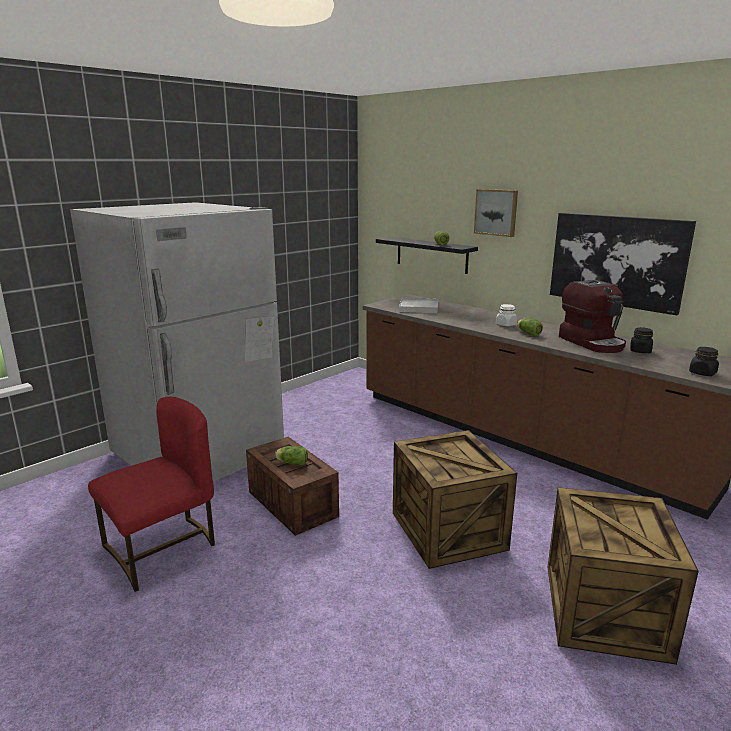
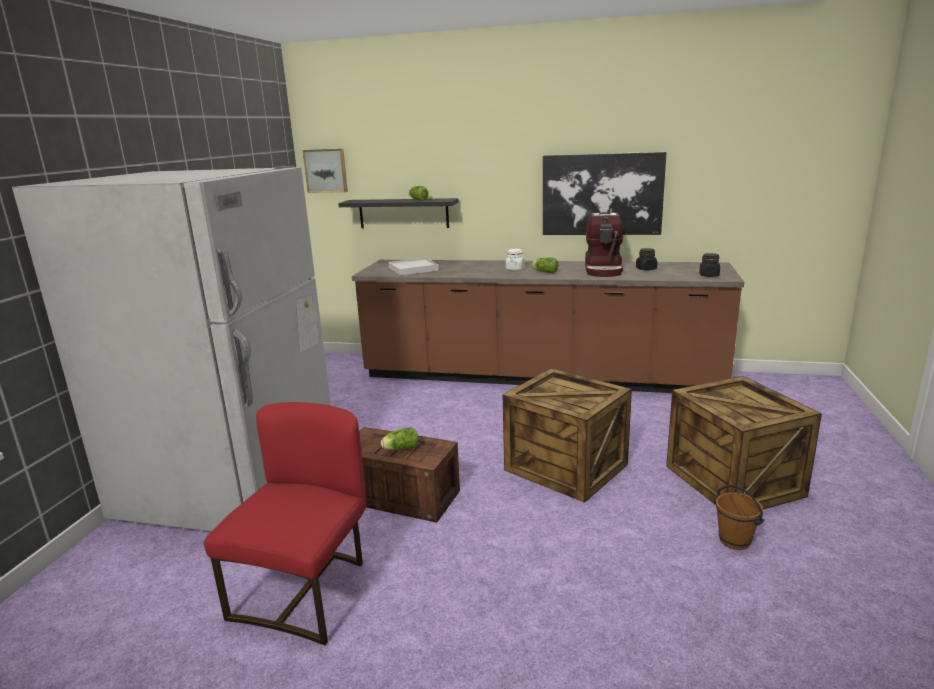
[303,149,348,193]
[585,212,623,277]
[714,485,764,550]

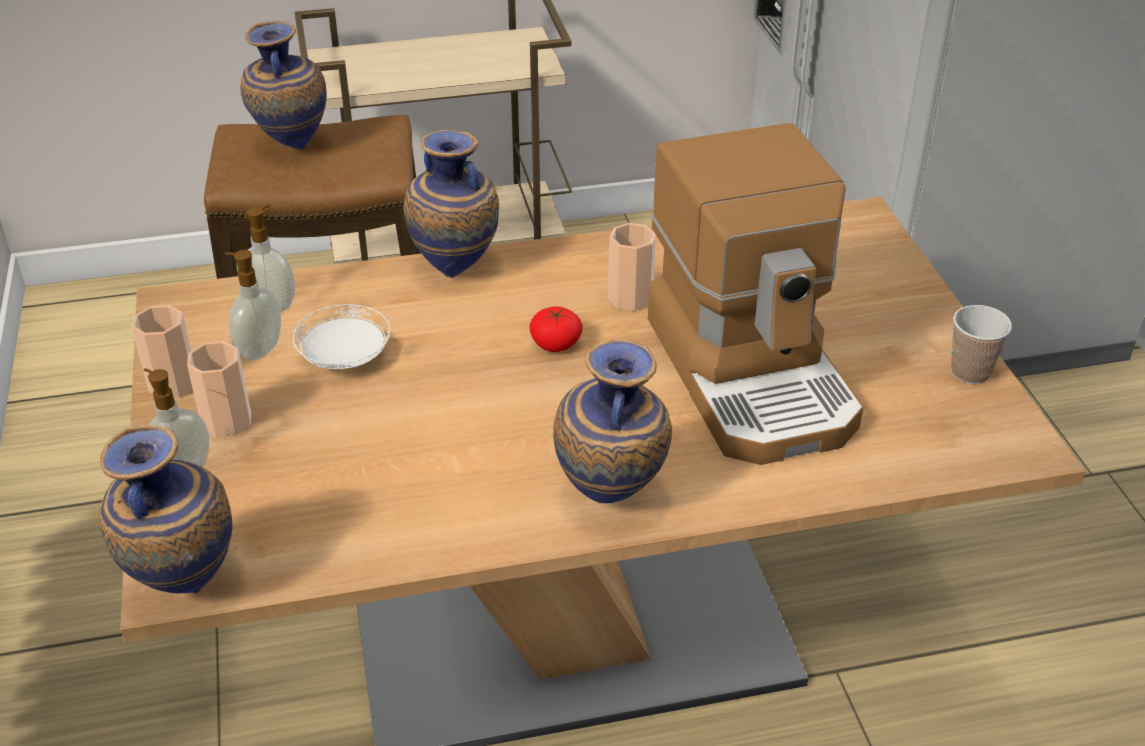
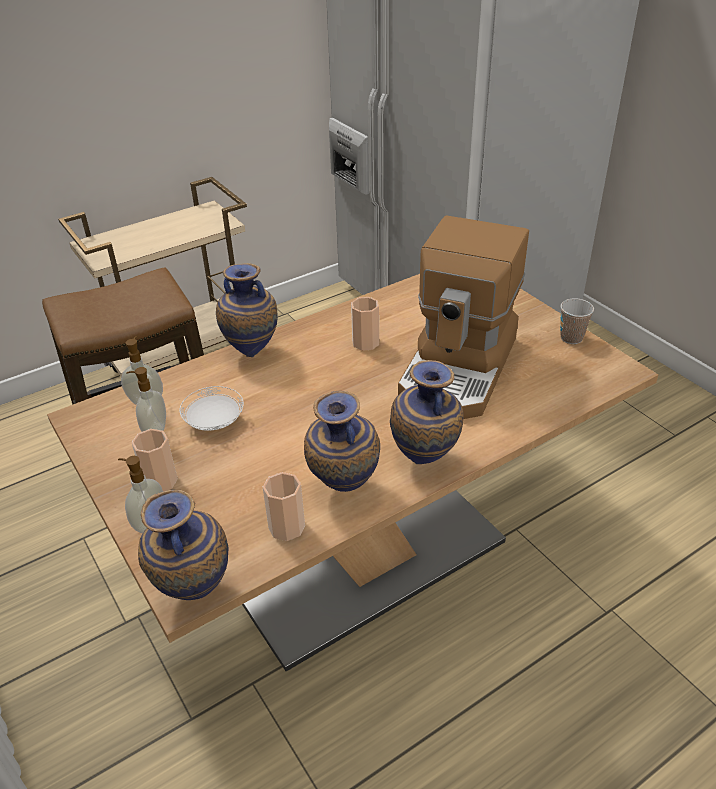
[304,390,380,492]
[398,216,529,419]
[263,472,305,541]
[530,306,583,352] (first image)

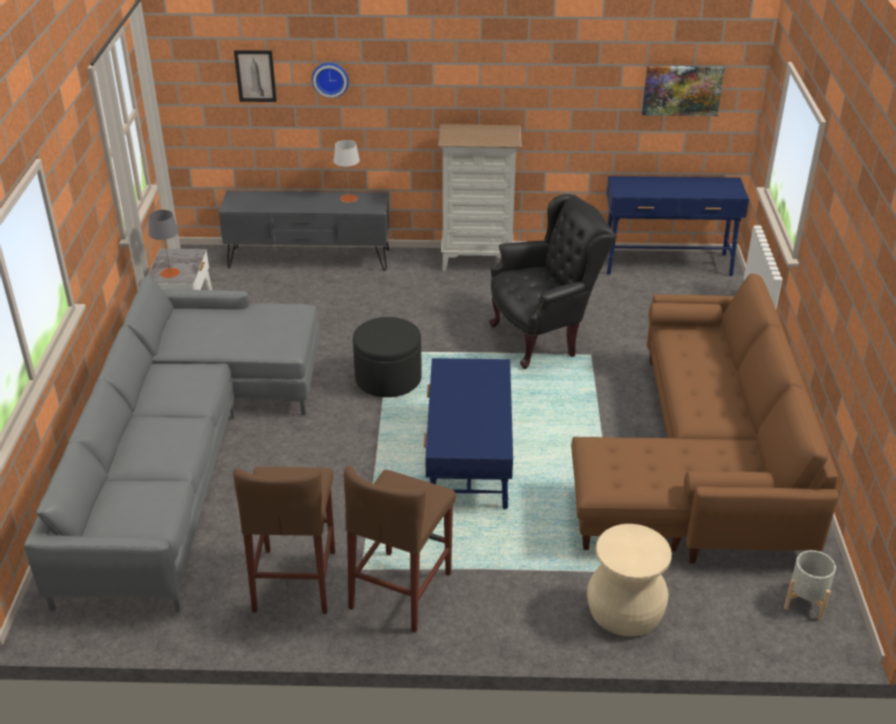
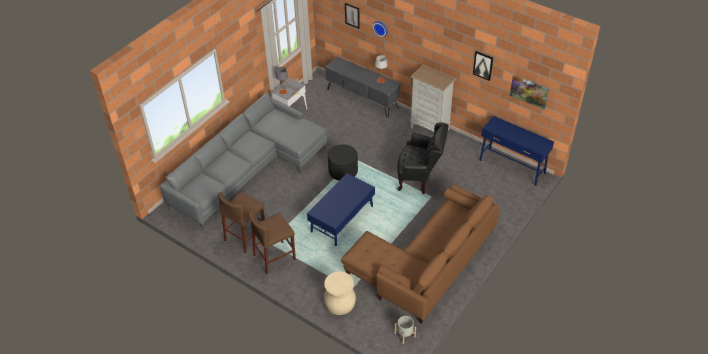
[473,51,493,81]

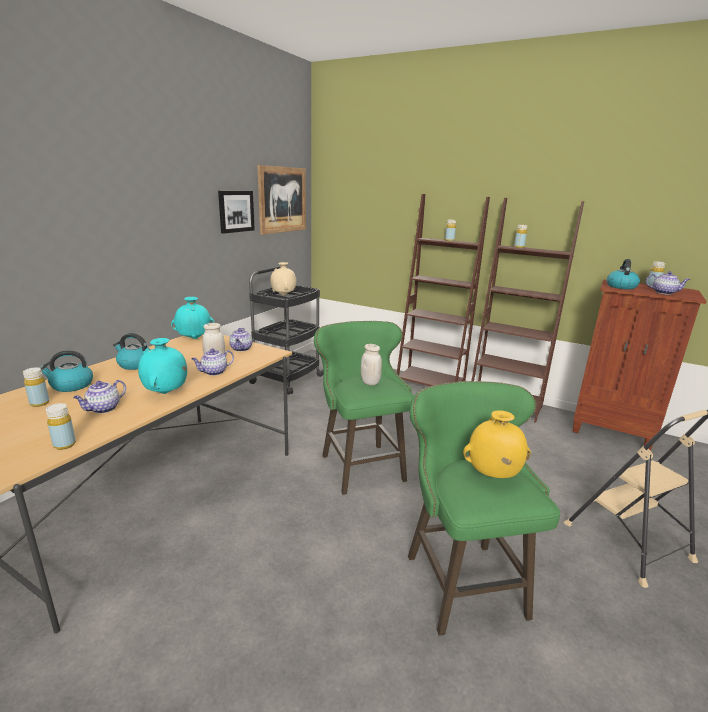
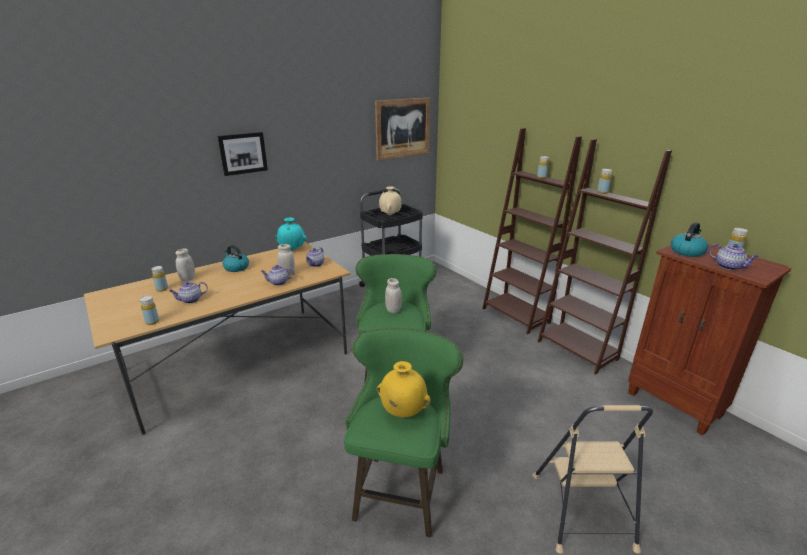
[217,132,268,176]
[138,338,187,394] (first image)
[175,249,195,281]

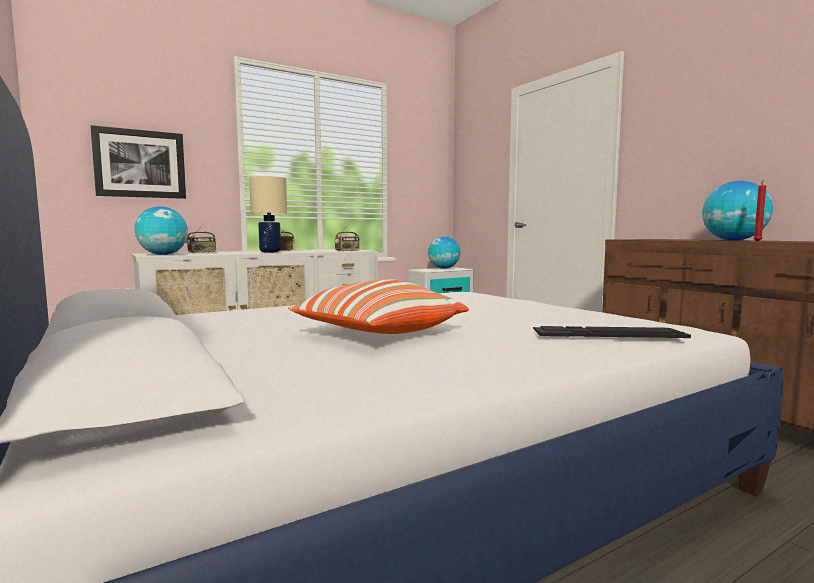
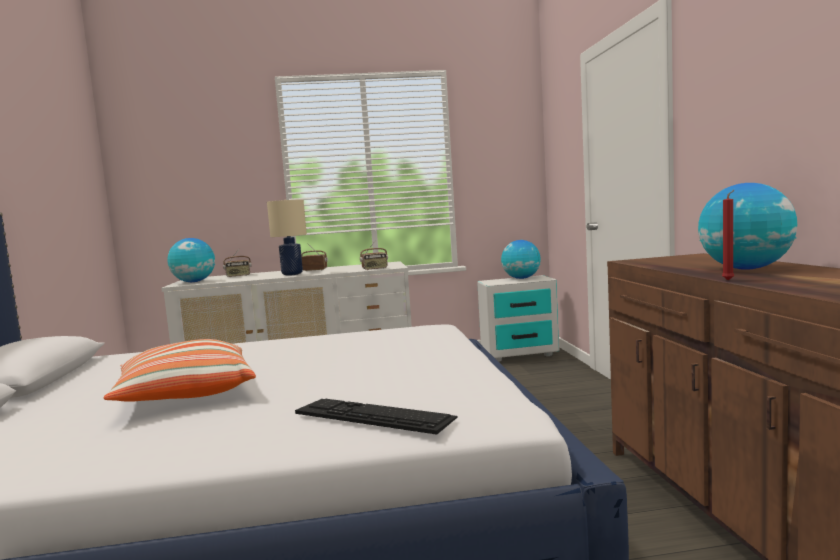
[91,125,186,199] (first image)

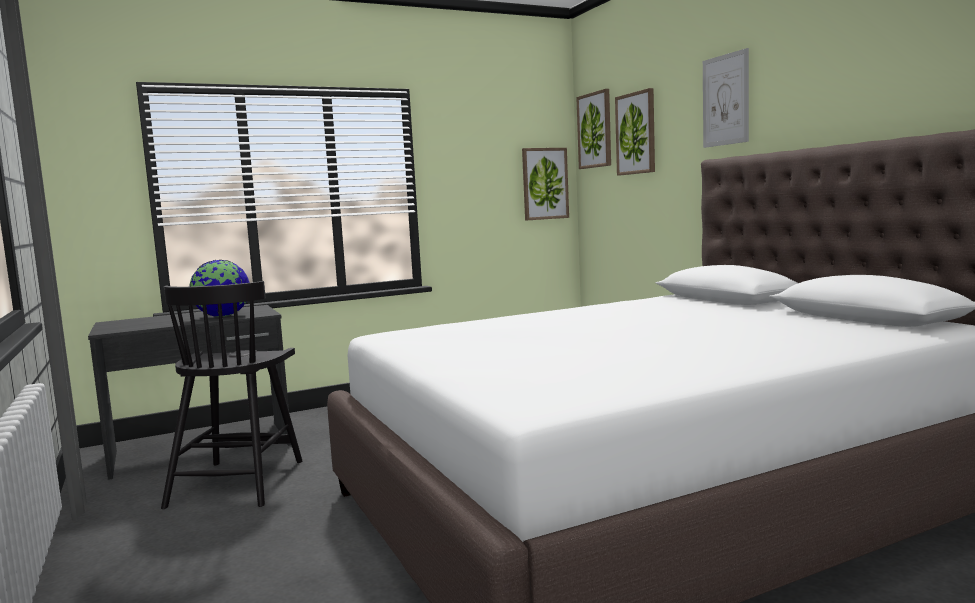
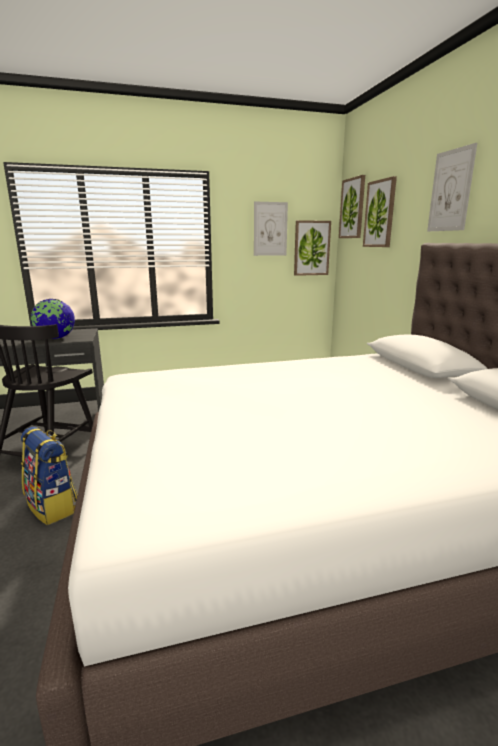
[254,201,288,256]
[21,427,78,525]

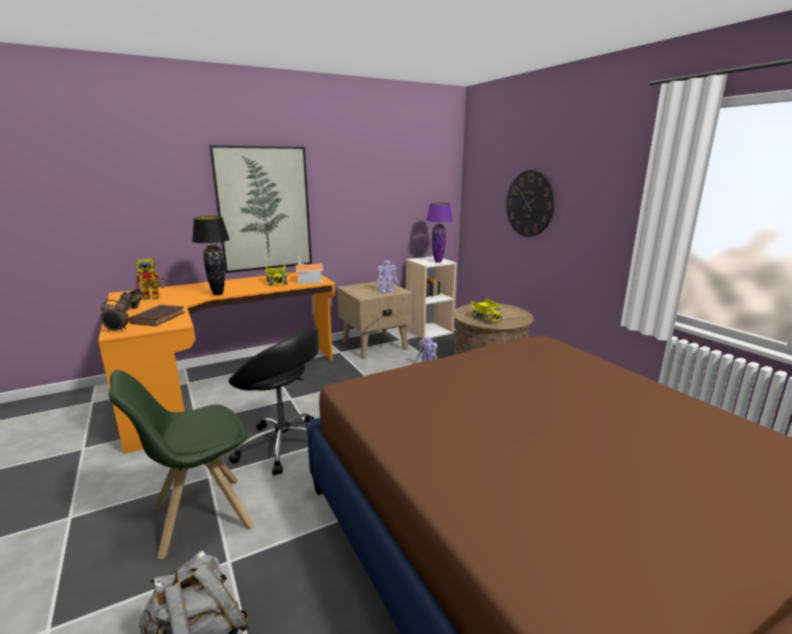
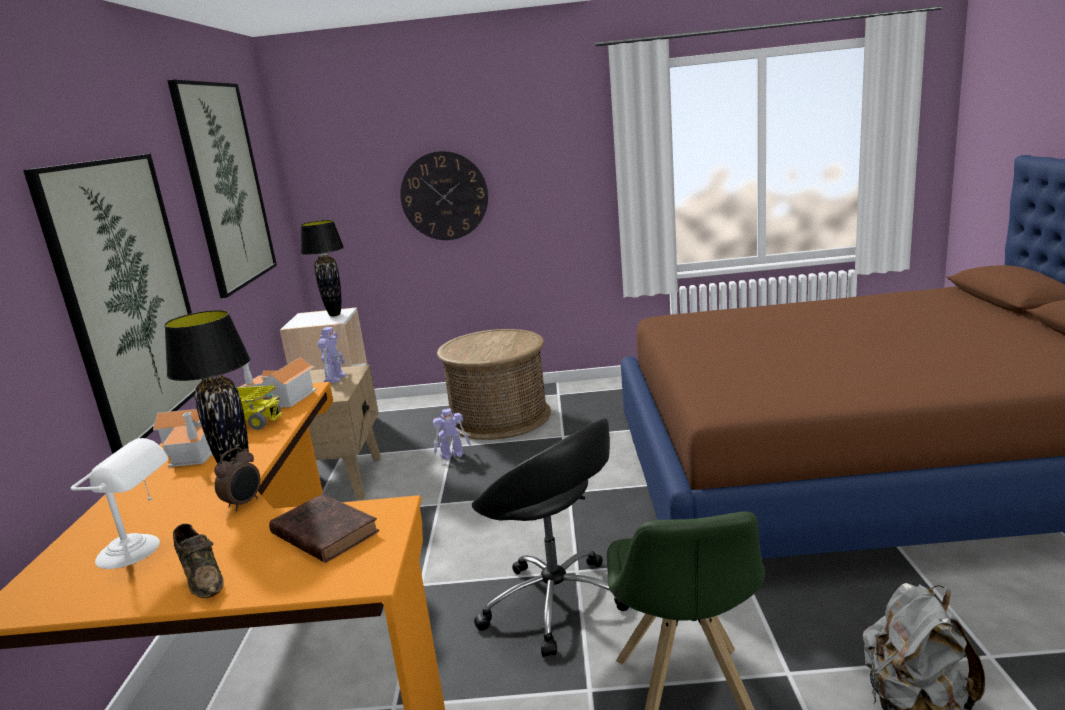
[300,220,344,316]
[71,438,169,569]
[470,299,503,323] (first image)
[214,447,260,511]
[472,418,629,657]
[167,79,277,298]
[153,409,212,467]

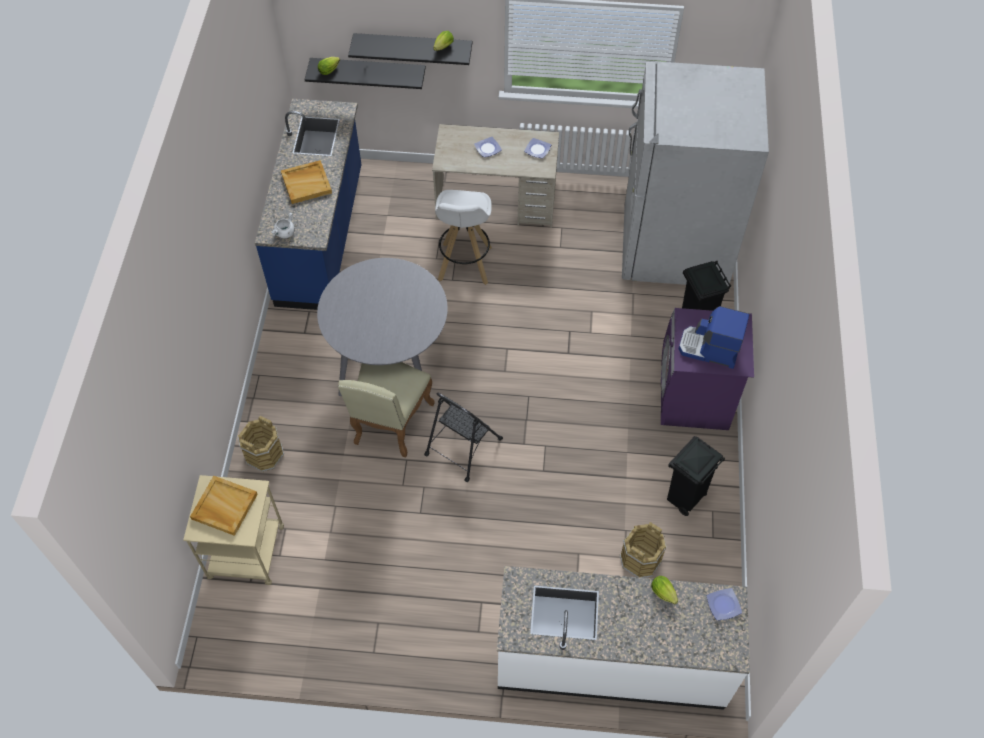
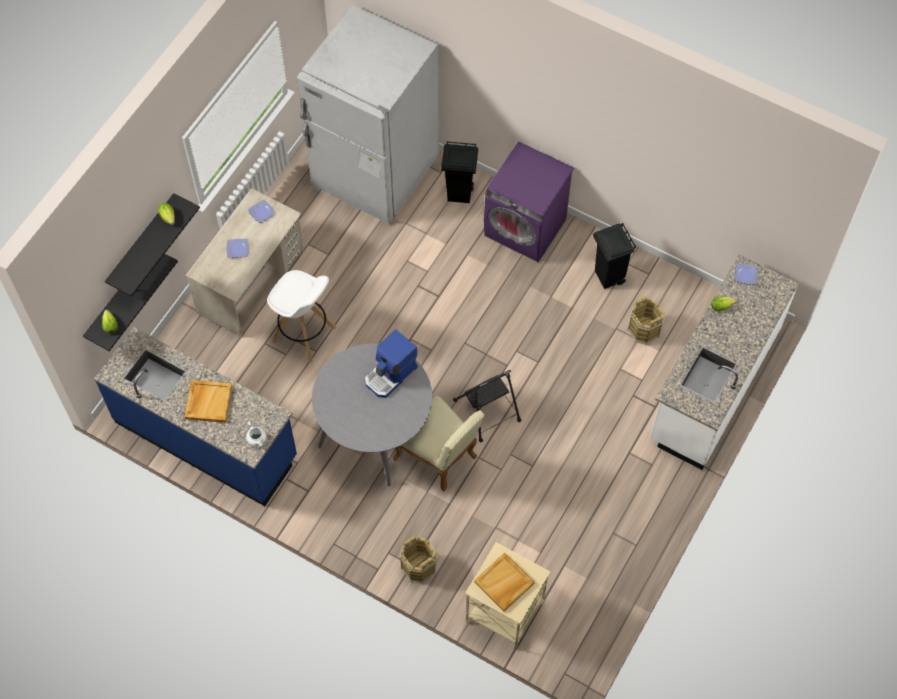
[365,329,418,398]

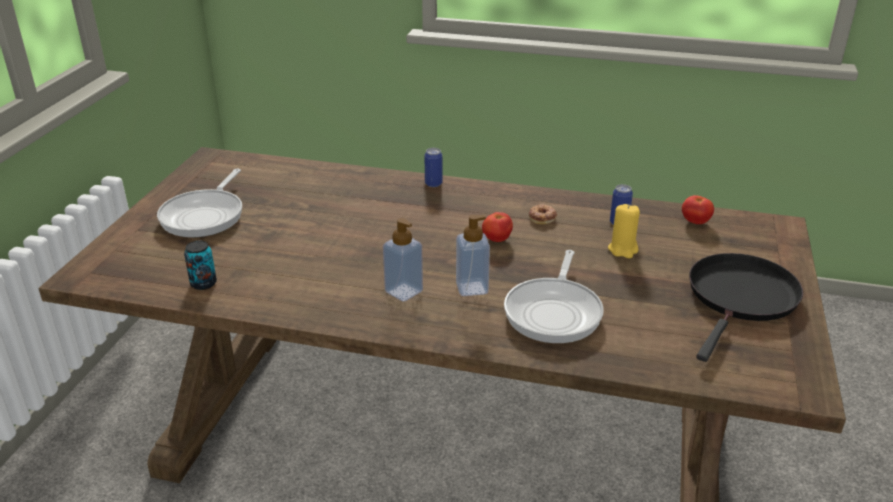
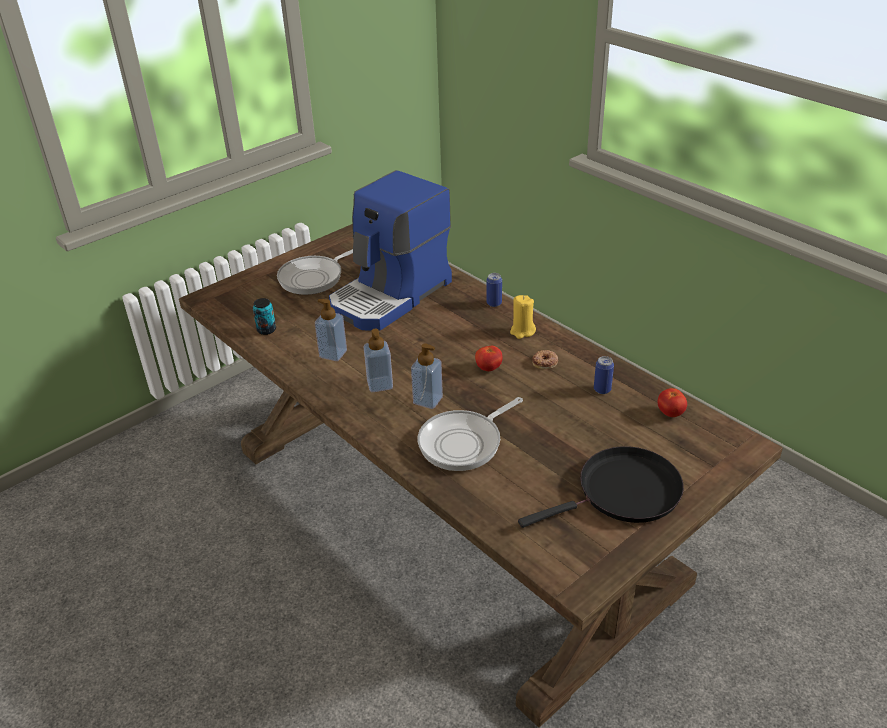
[510,295,536,339]
[329,170,452,331]
[315,299,347,361]

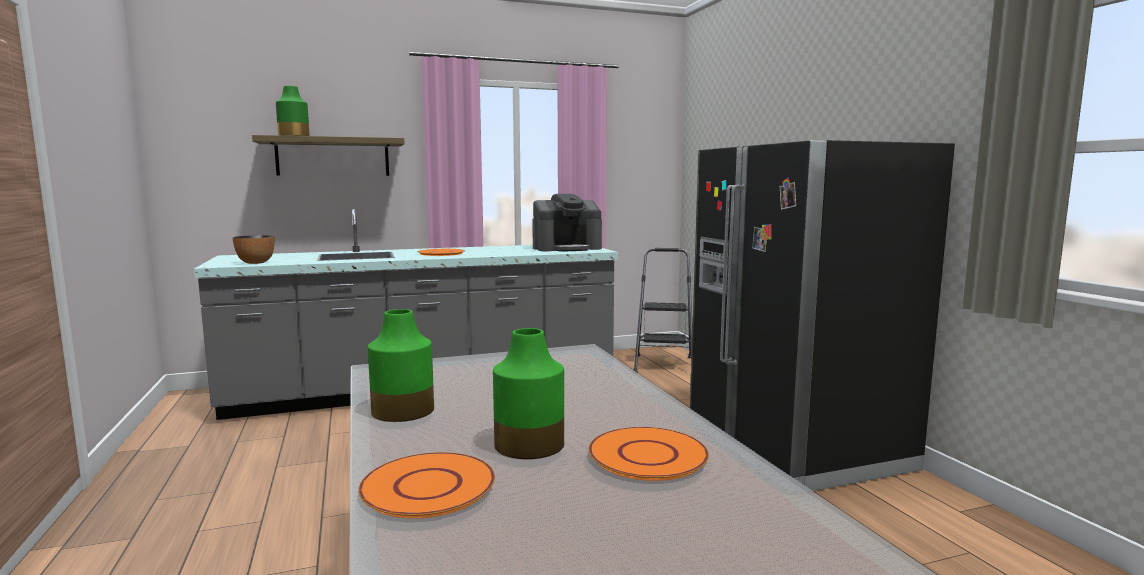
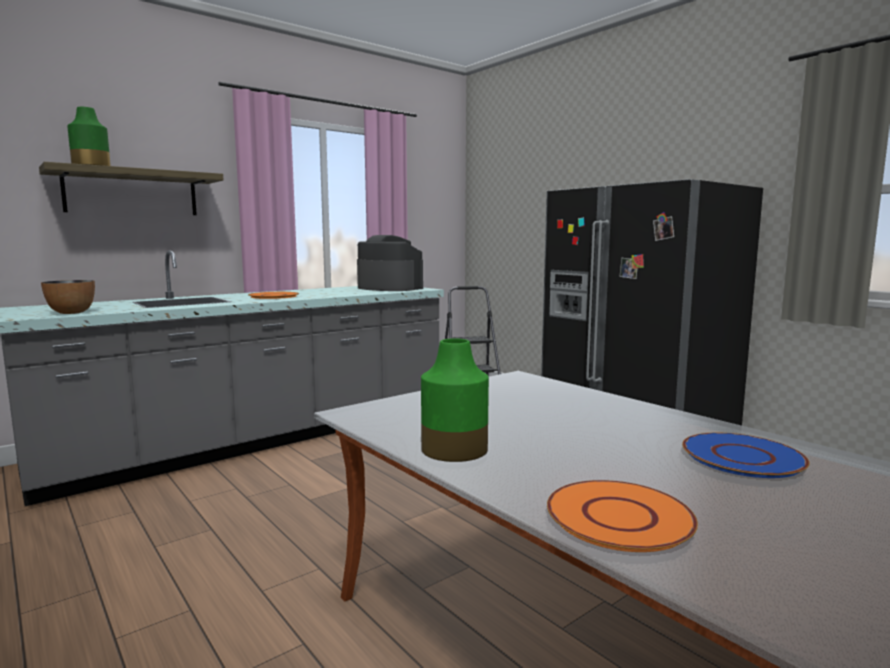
[357,235,423,291]
[493,328,564,459] (first image)
[682,433,810,478]

